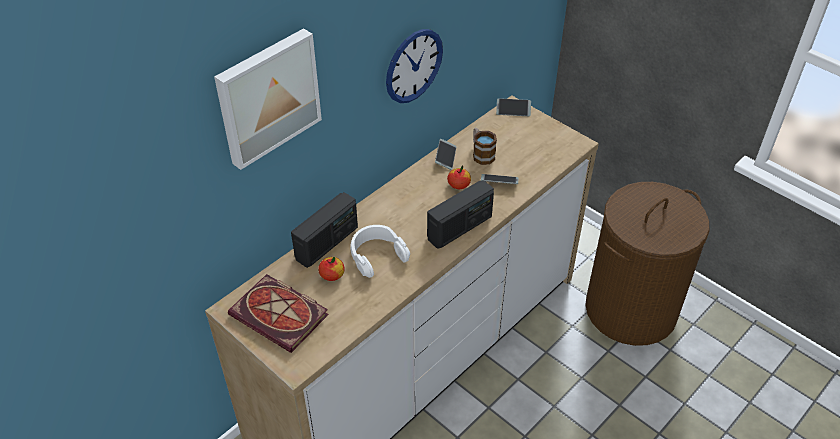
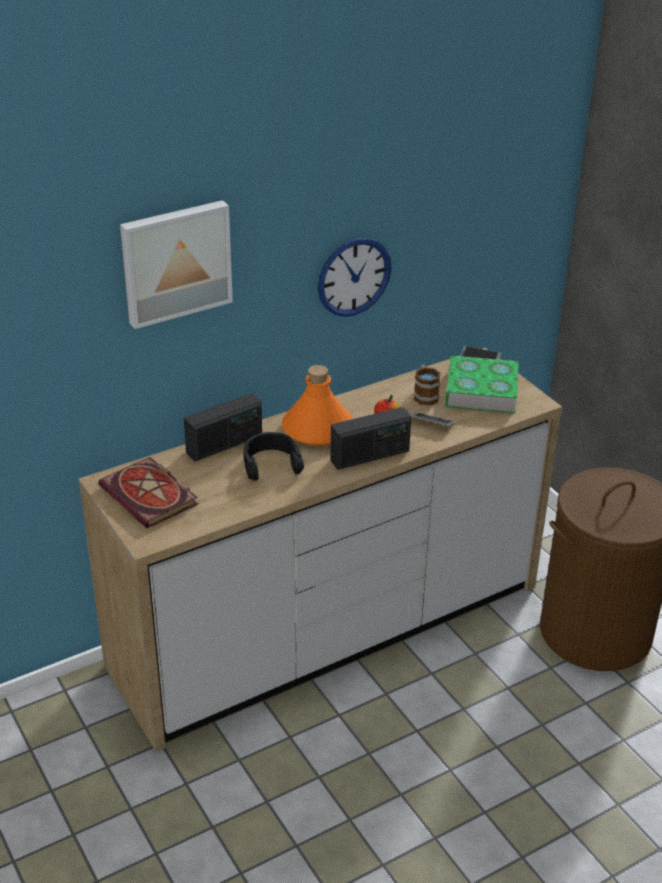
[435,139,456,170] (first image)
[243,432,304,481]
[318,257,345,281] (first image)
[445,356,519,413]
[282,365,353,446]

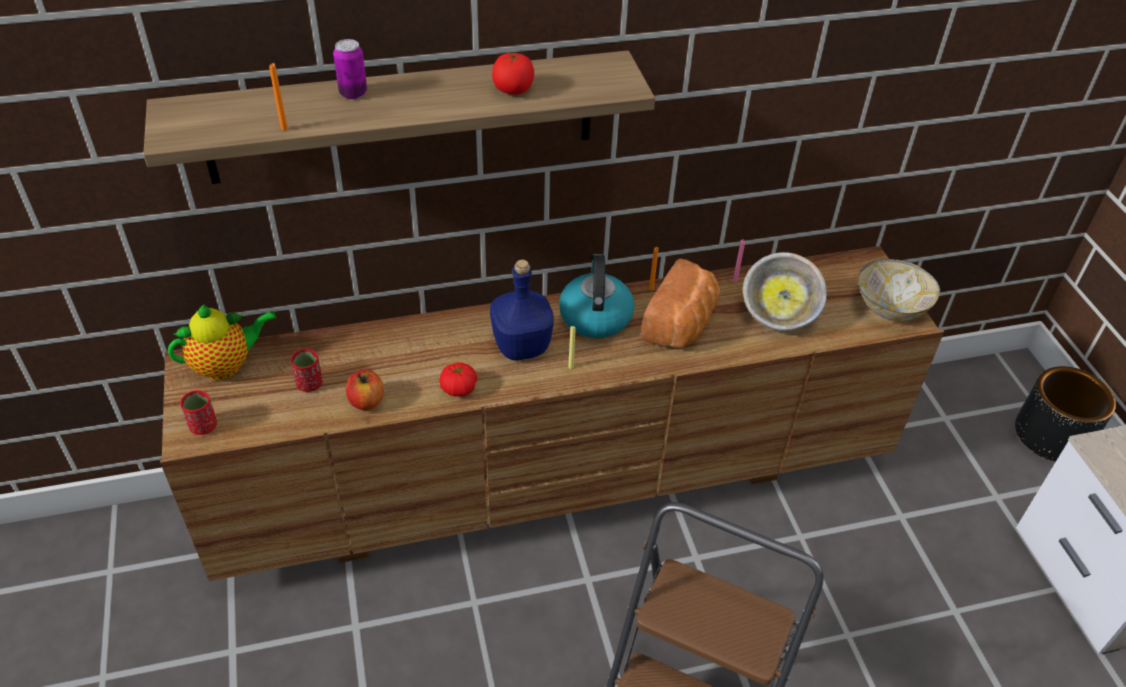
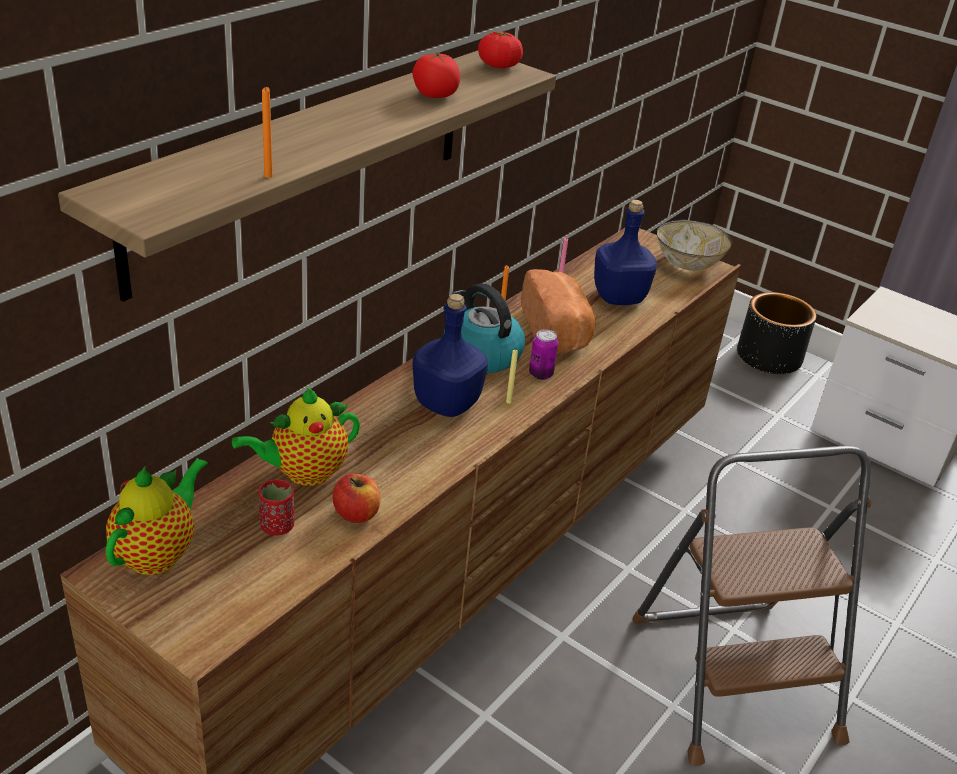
[529,329,558,380]
[594,200,657,305]
[478,32,523,68]
[180,390,217,435] (first image)
[232,387,360,486]

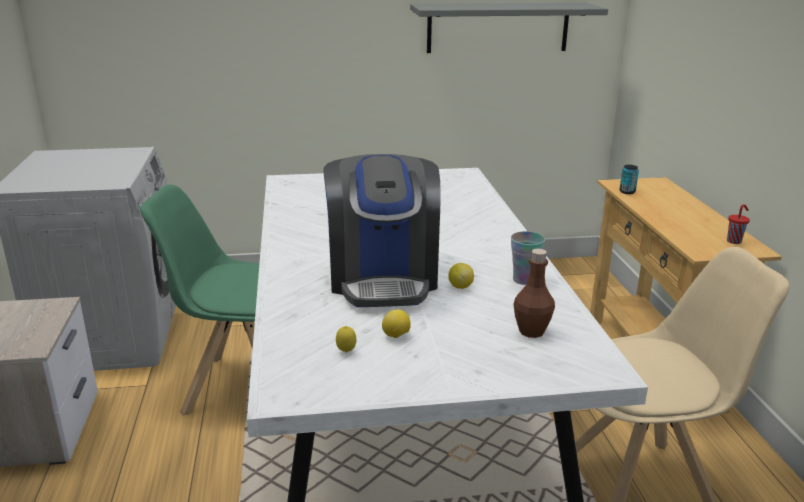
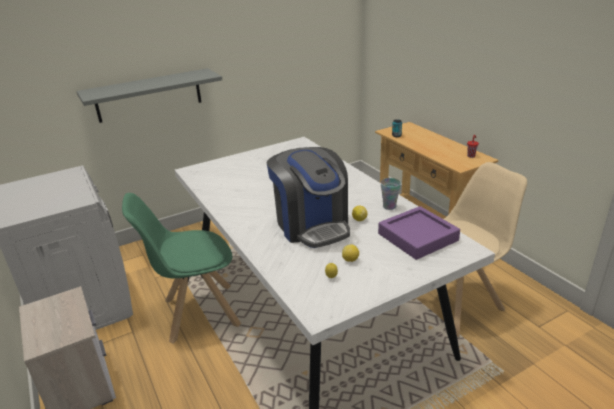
[76,68,222,123]
[378,206,460,260]

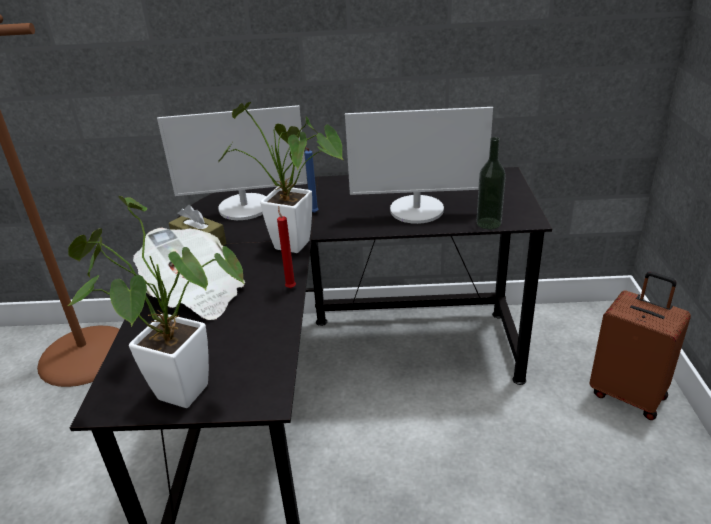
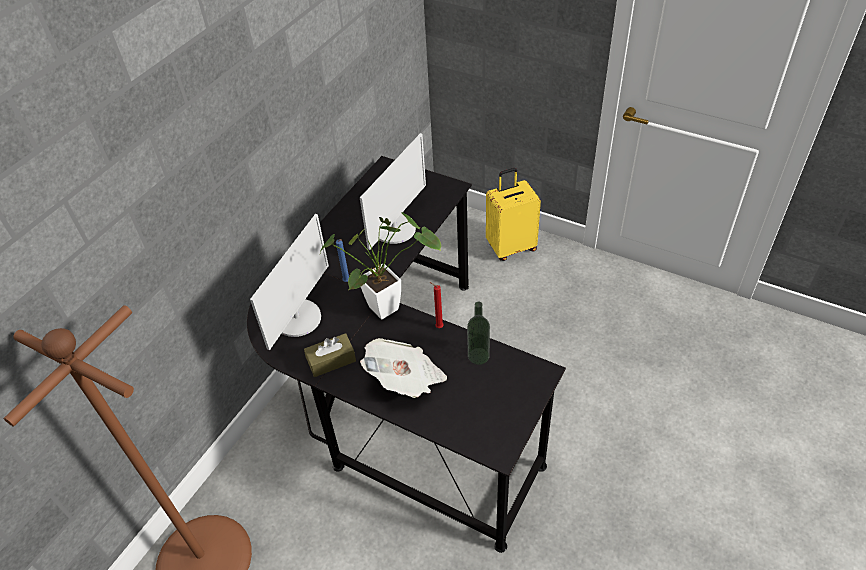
[467,302,490,365]
[68,196,245,408] (first image)
[486,168,541,261]

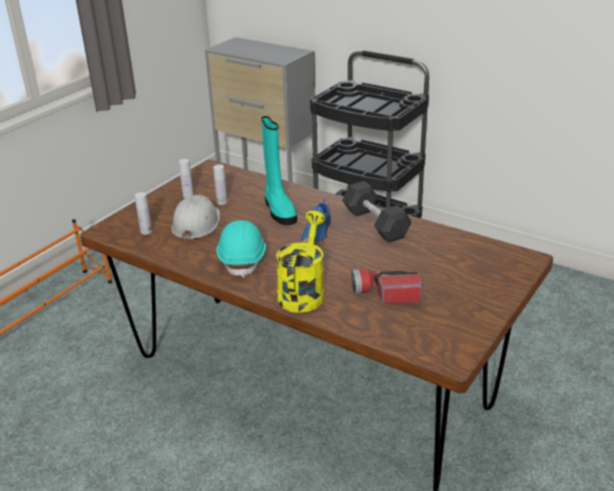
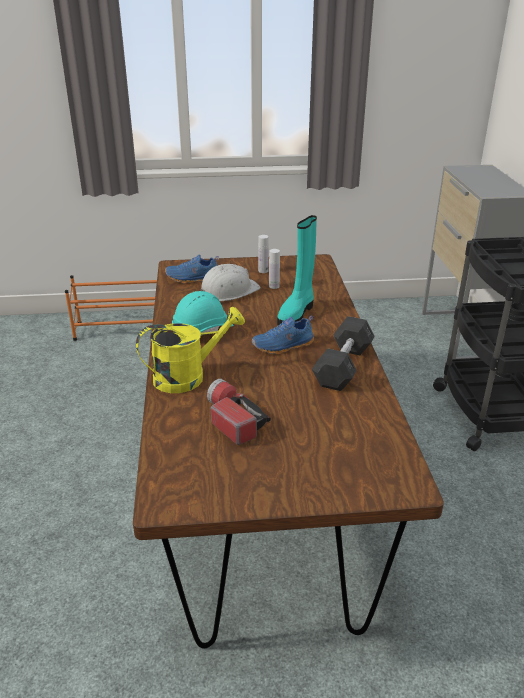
[165,255,219,284]

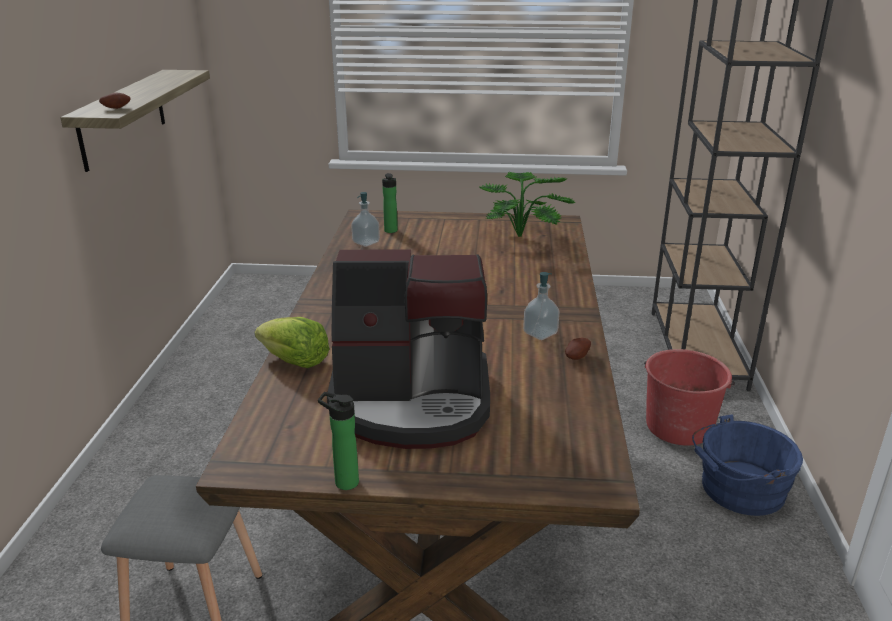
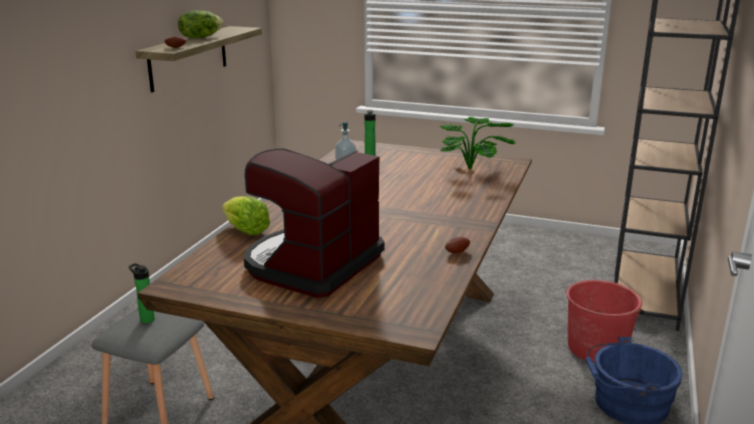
[244,149,384,298]
[523,272,560,340] (first image)
[129,263,155,324]
[178,10,223,38]

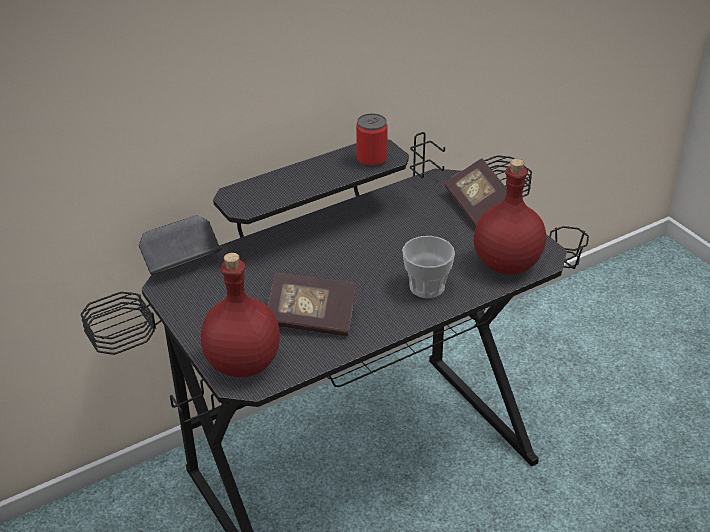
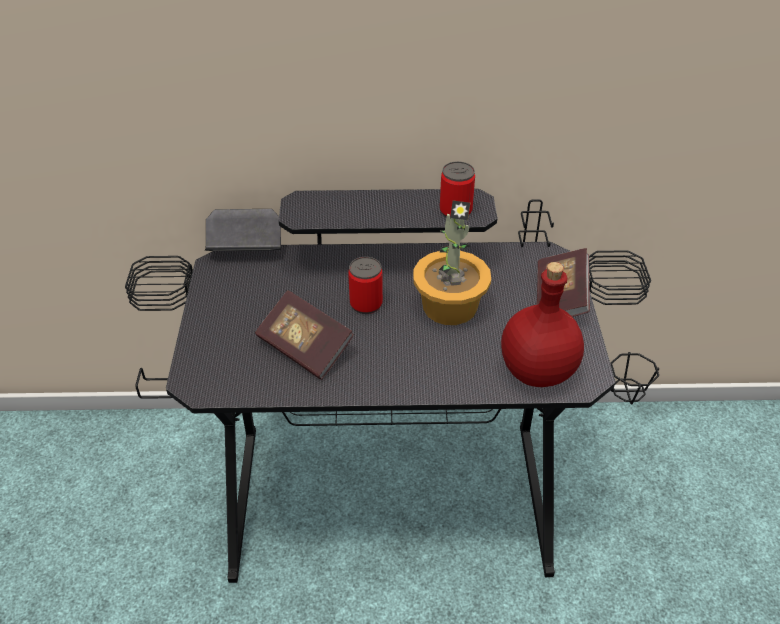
[402,236,455,298] (first image)
[201,253,280,377] (first image)
[413,201,491,325]
[348,257,383,314]

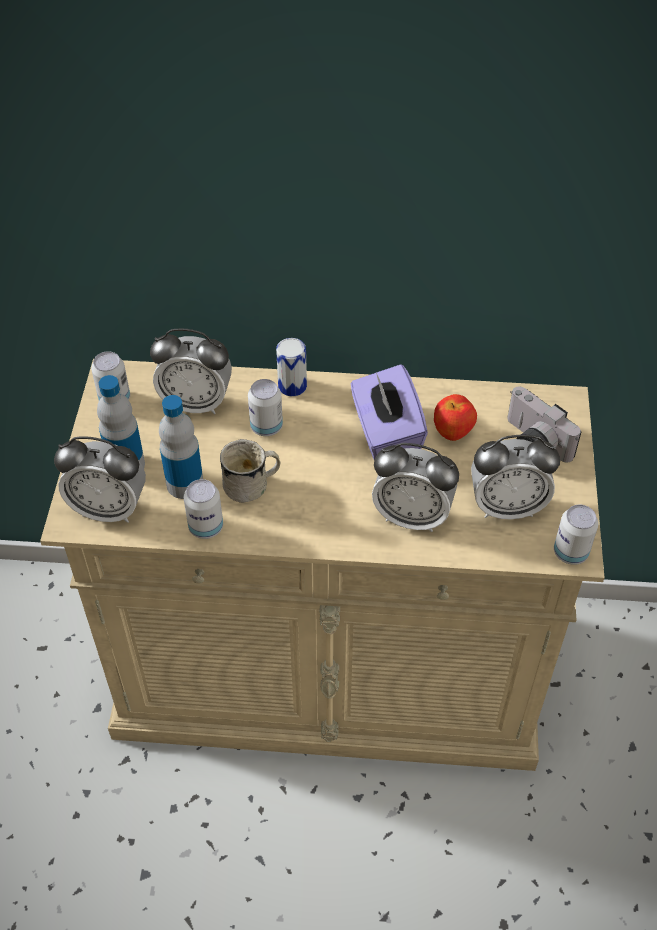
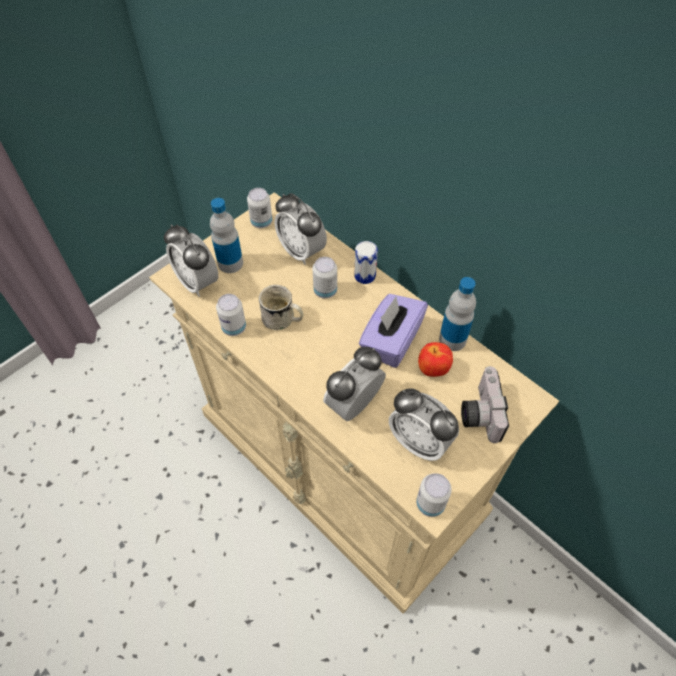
[439,277,476,351]
[323,347,386,421]

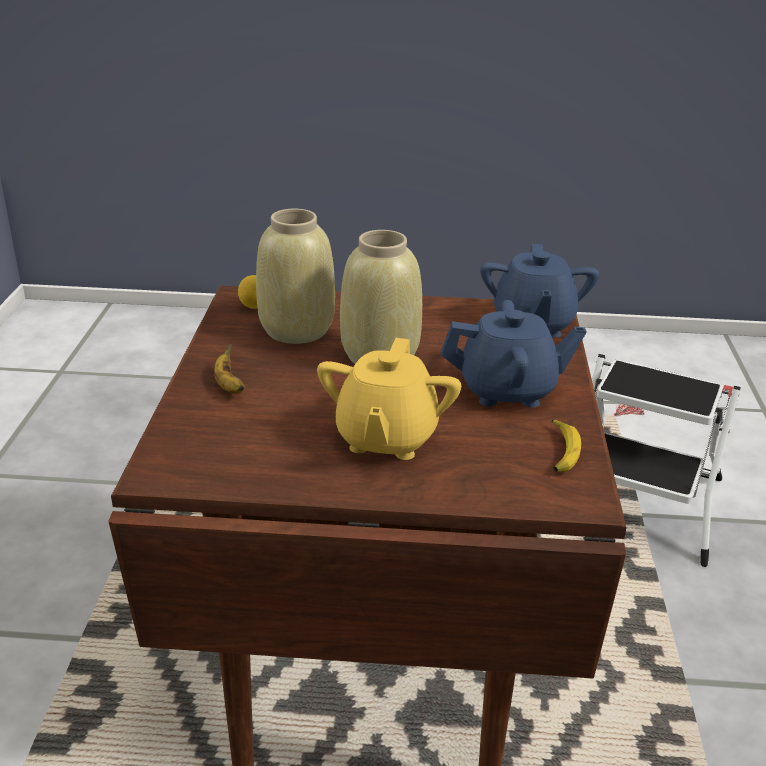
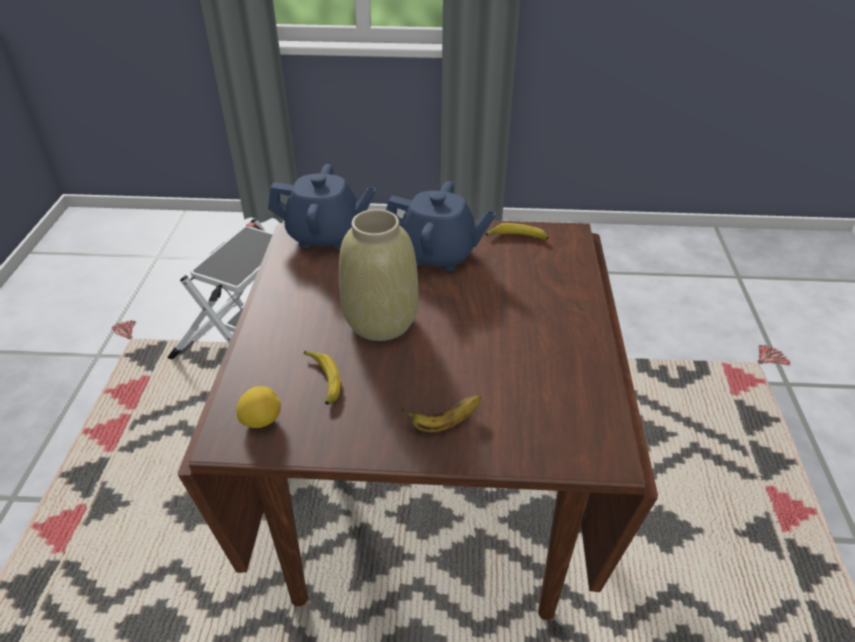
[304,351,341,405]
[386,181,496,271]
[317,338,461,460] (first image)

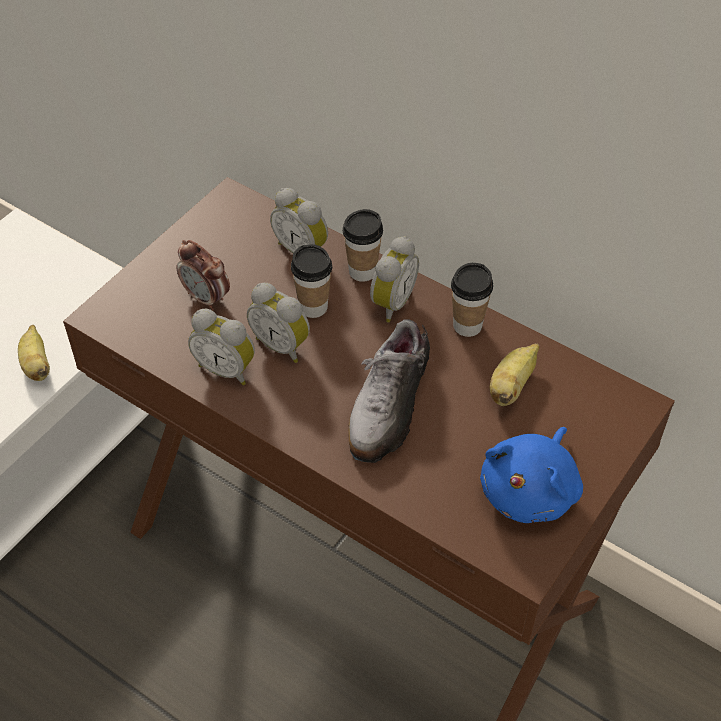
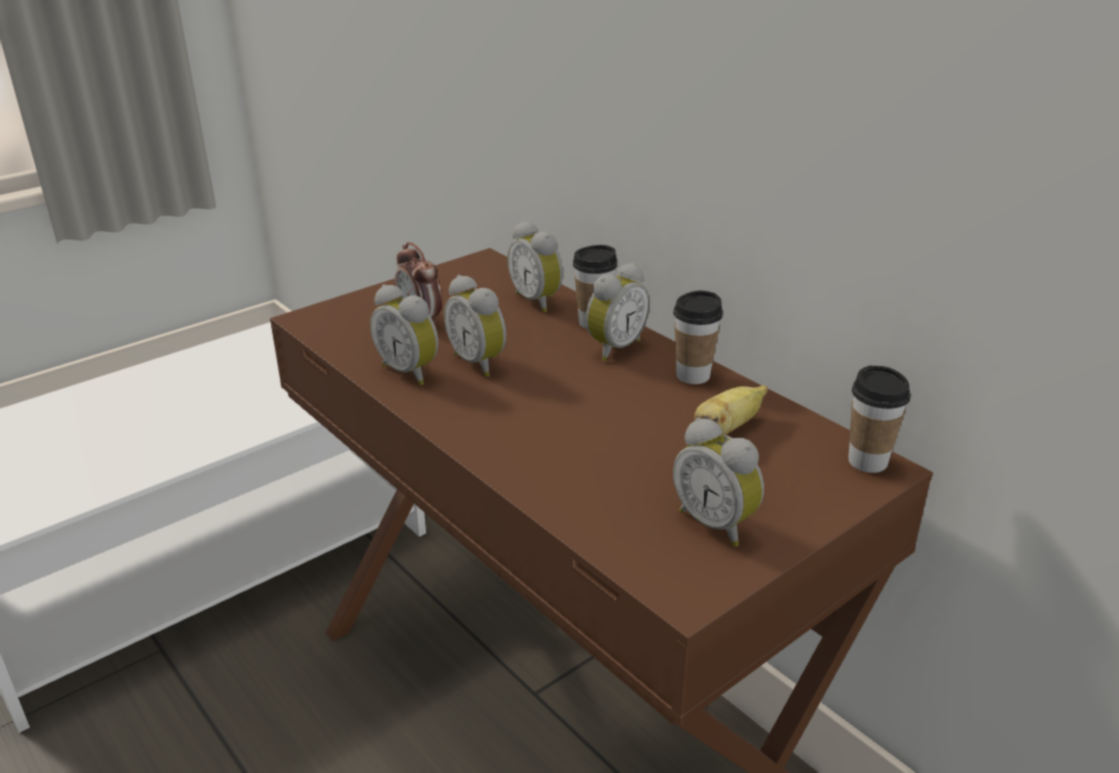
[848,366,911,473]
[348,319,435,463] (first image)
[18,325,50,381] (first image)
[673,418,764,547]

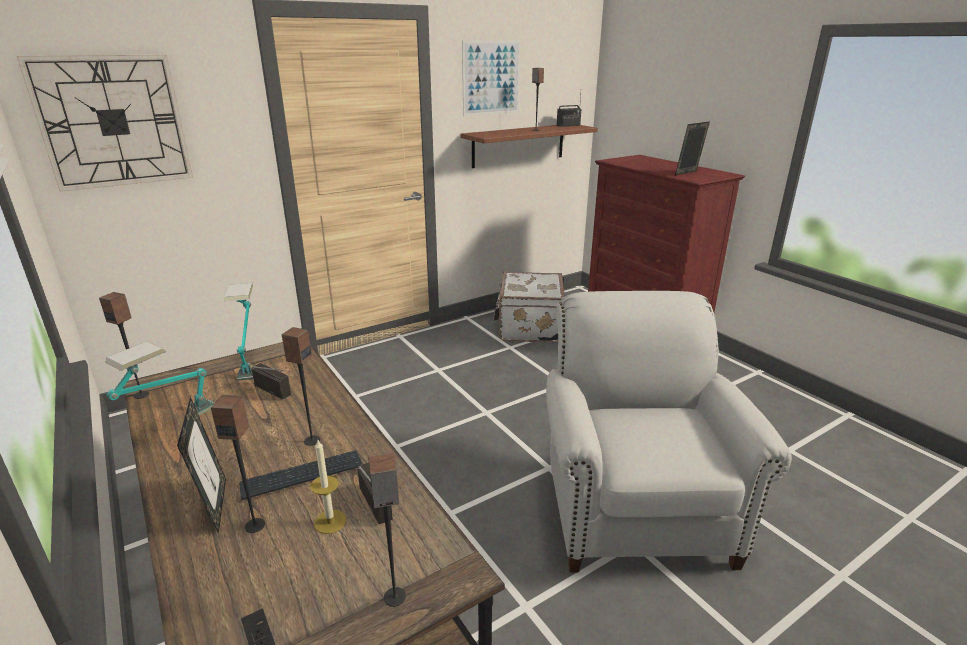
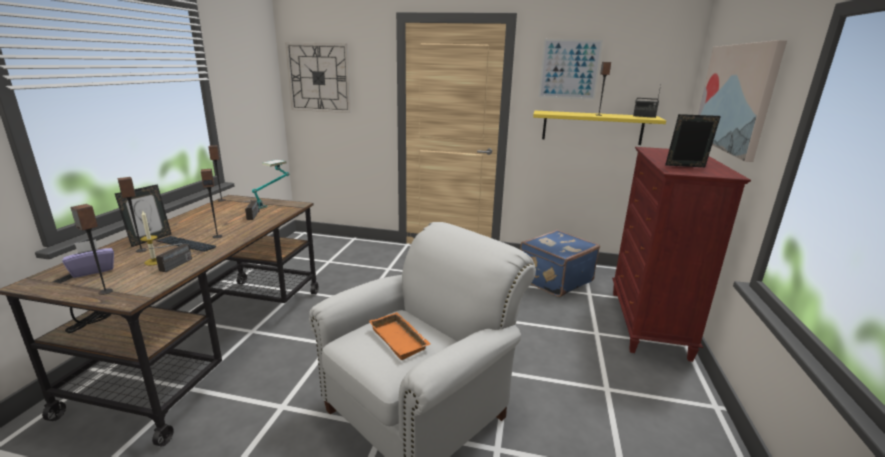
[533,111,666,145]
[520,230,600,297]
[105,341,214,415] (first image)
[698,40,787,162]
[62,239,114,278]
[369,312,431,360]

